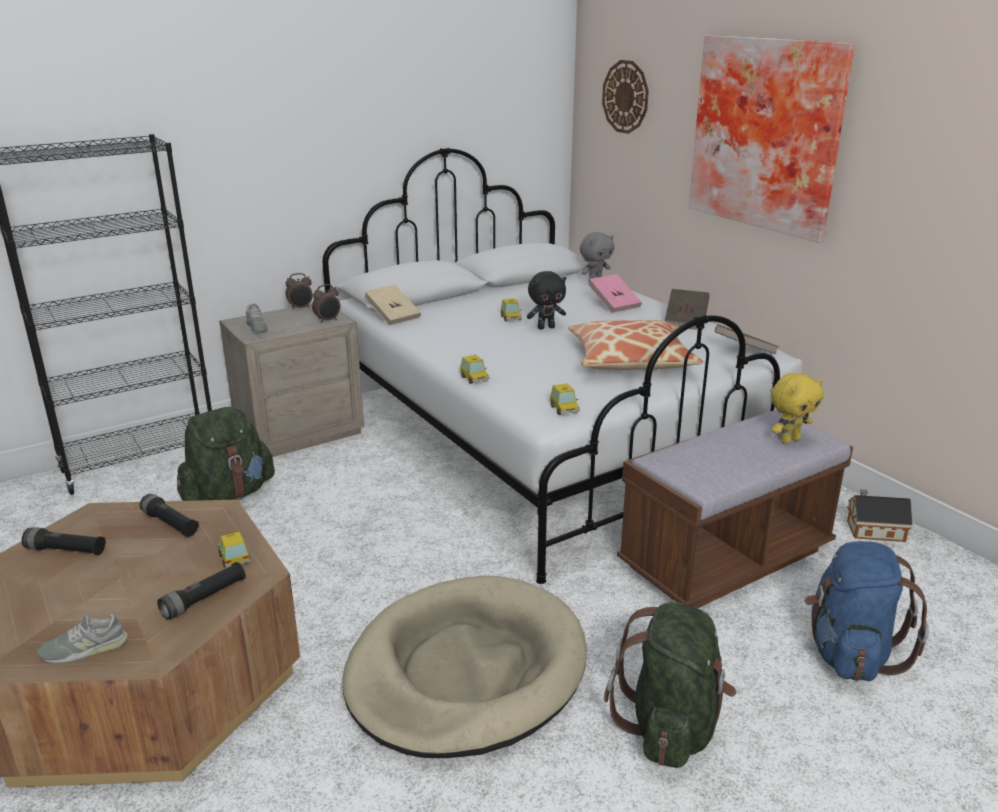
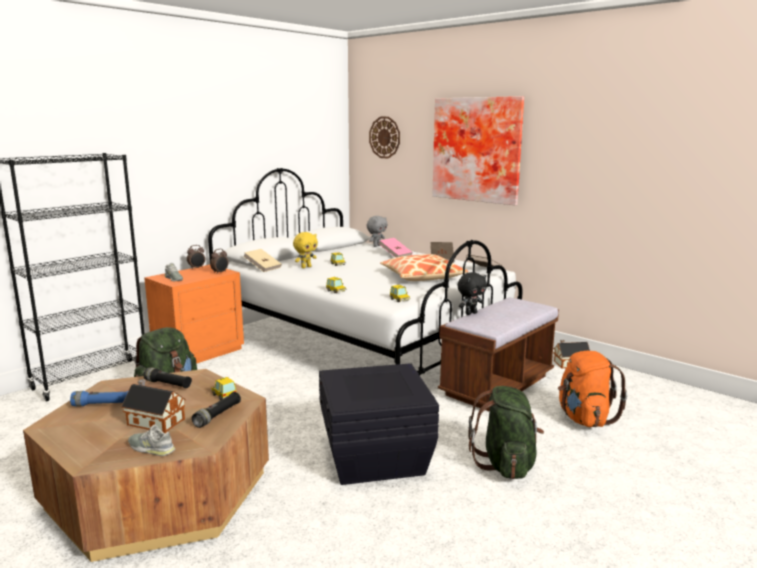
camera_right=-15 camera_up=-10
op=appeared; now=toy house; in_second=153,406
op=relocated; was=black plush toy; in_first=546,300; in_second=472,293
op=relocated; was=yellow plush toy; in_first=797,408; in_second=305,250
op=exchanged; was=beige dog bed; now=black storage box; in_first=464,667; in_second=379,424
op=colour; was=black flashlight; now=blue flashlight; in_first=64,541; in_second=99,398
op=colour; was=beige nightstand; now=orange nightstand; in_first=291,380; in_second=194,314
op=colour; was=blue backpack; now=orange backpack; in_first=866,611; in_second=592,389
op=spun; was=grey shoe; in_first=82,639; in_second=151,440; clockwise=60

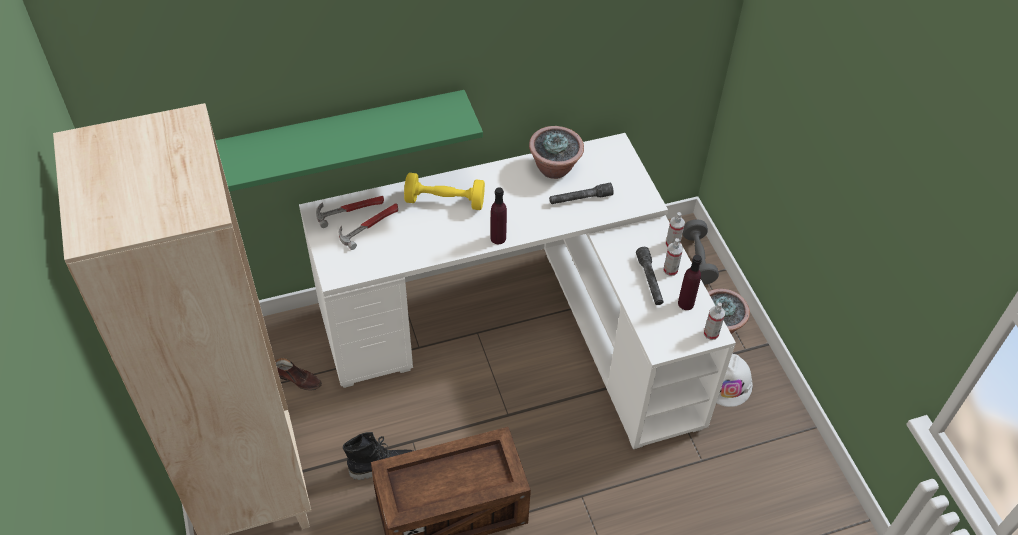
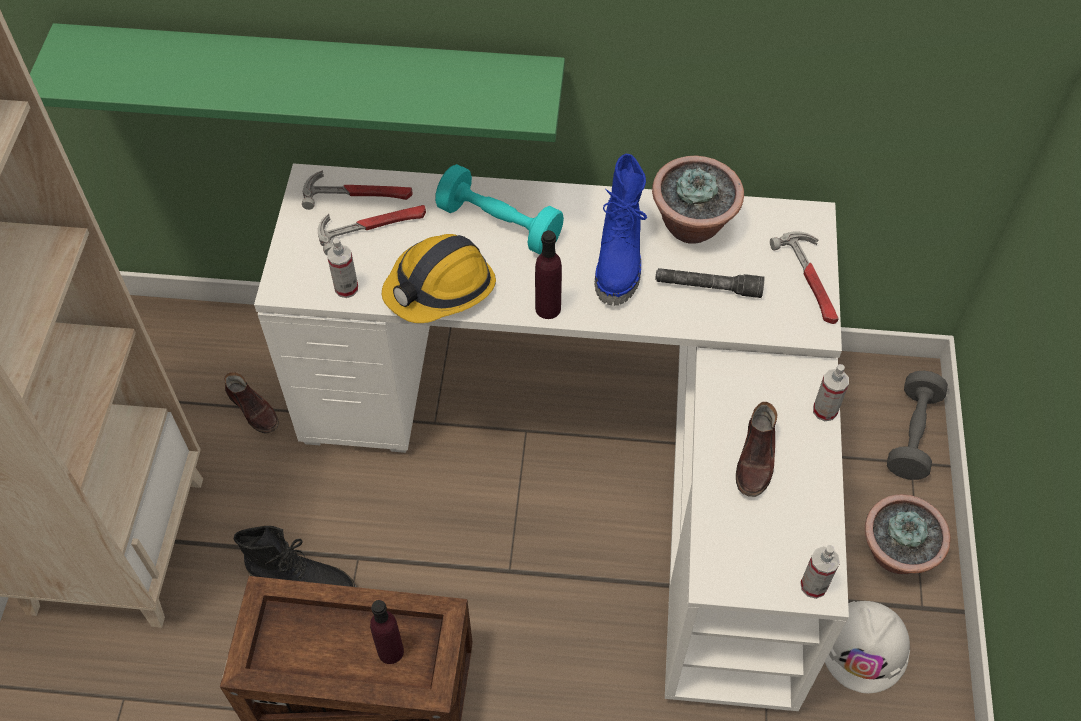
camera_right=25 camera_up=5
op=appeared; now=hard hat; in_second=439,278
op=appeared; now=blue boot; in_second=621,230
op=appeared; now=hammer; in_second=804,277
op=relocated; was=spray bottle; in_first=673,257; in_second=342,268
op=relocated; was=purple bottle; in_first=690,282; in_second=387,632
op=exchanged; was=grey flashlight; now=brown shoe; in_first=650,276; in_second=756,449
op=colour; was=yellow dumbbell; now=turquoise dumbbell; in_first=444,191; in_second=499,209

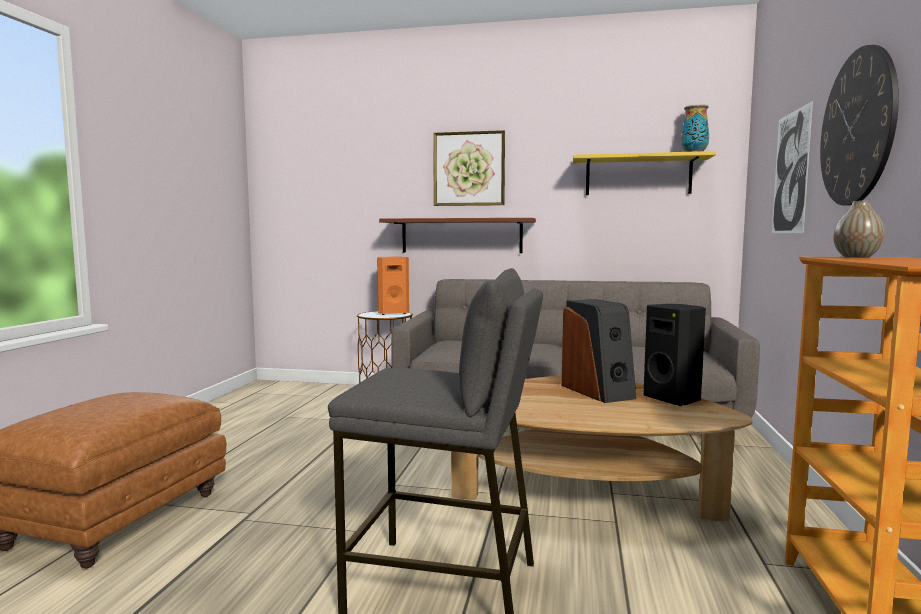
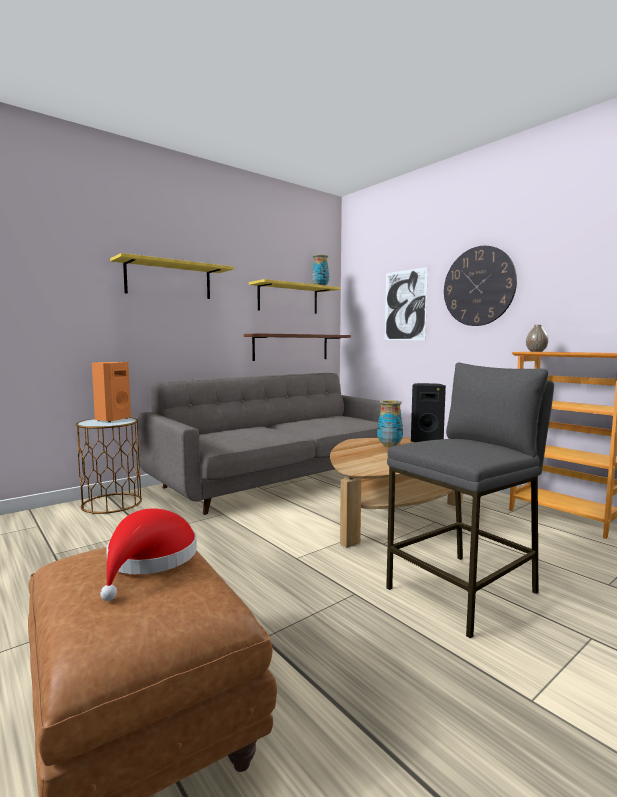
camera_right=-50 camera_up=0
op=appeared; now=red hat; in_second=148,554
op=relocated; was=brown shelf; in_first=457,235; in_second=297,347
op=exchanged; was=picture; now=yellow shelf; in_first=469,168; in_second=172,276
op=exchanged; was=speaker; now=vase; in_first=598,351; in_second=390,423

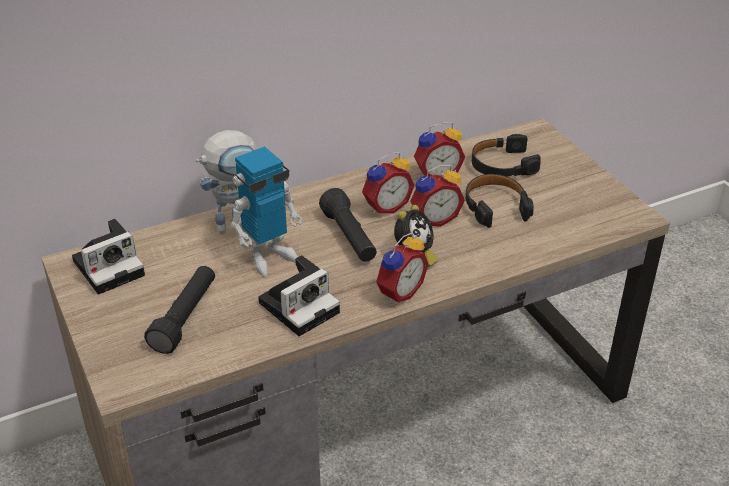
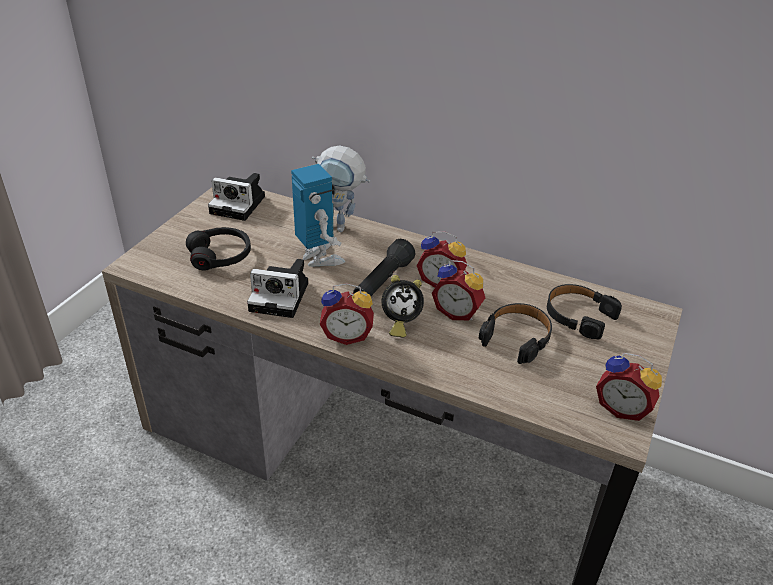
camera_right=50 camera_up=0
op=relocated; was=alarm clock; in_first=439,149; in_second=629,387
op=exchanged; was=black flashlight; now=black headphones; in_first=179,310; in_second=218,249
op=spun; was=toy robot; in_first=266,211; in_second=318,215; clockwise=-135

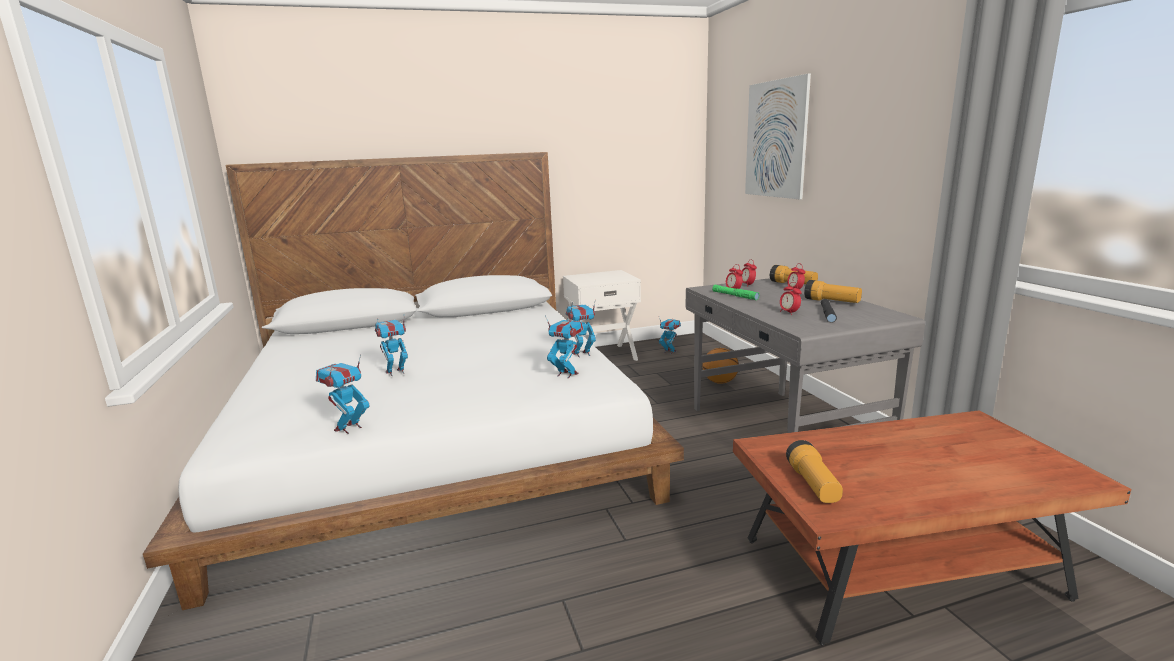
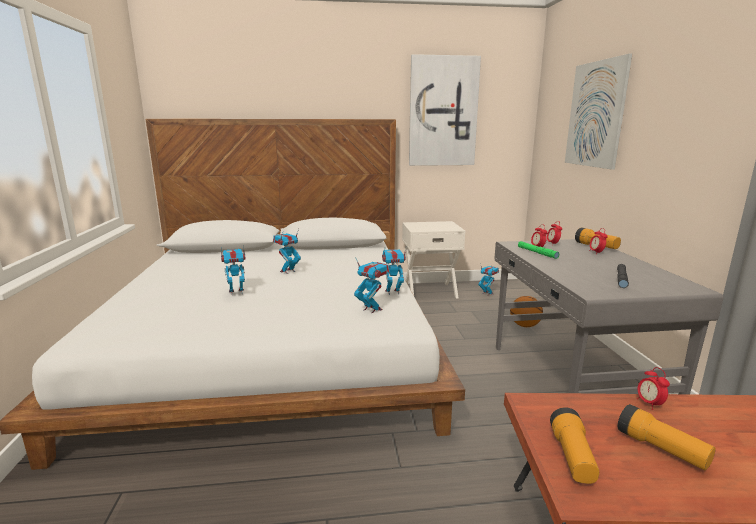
camera_right=10 camera_up=0
op=appeared; now=picture; in_second=445,110
op=relocated; was=toy robot; in_first=343,394; in_second=287,251
op=relocated; was=alarm clock; in_first=791,298; in_second=653,388
op=relocated; was=flashlight; in_first=833,291; in_second=667,437

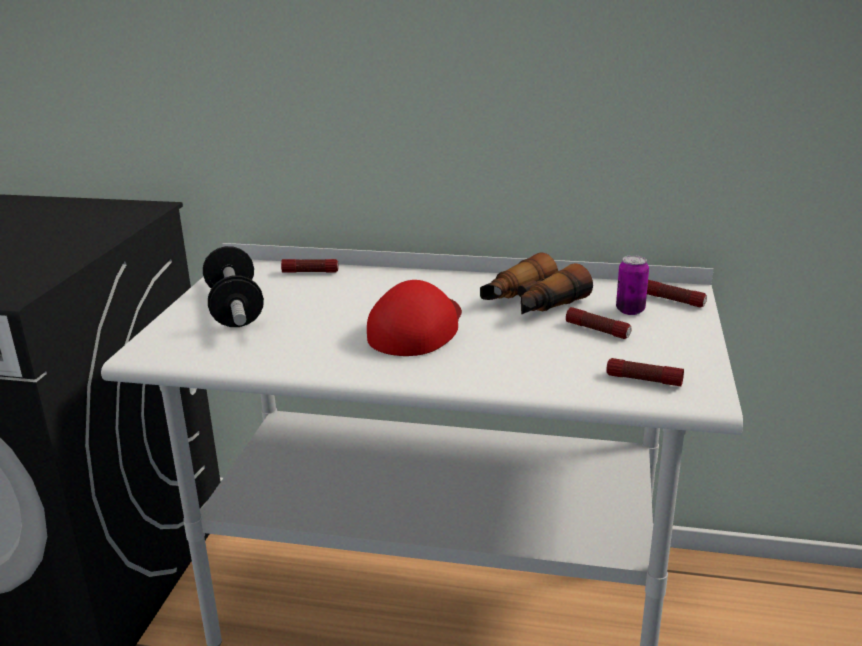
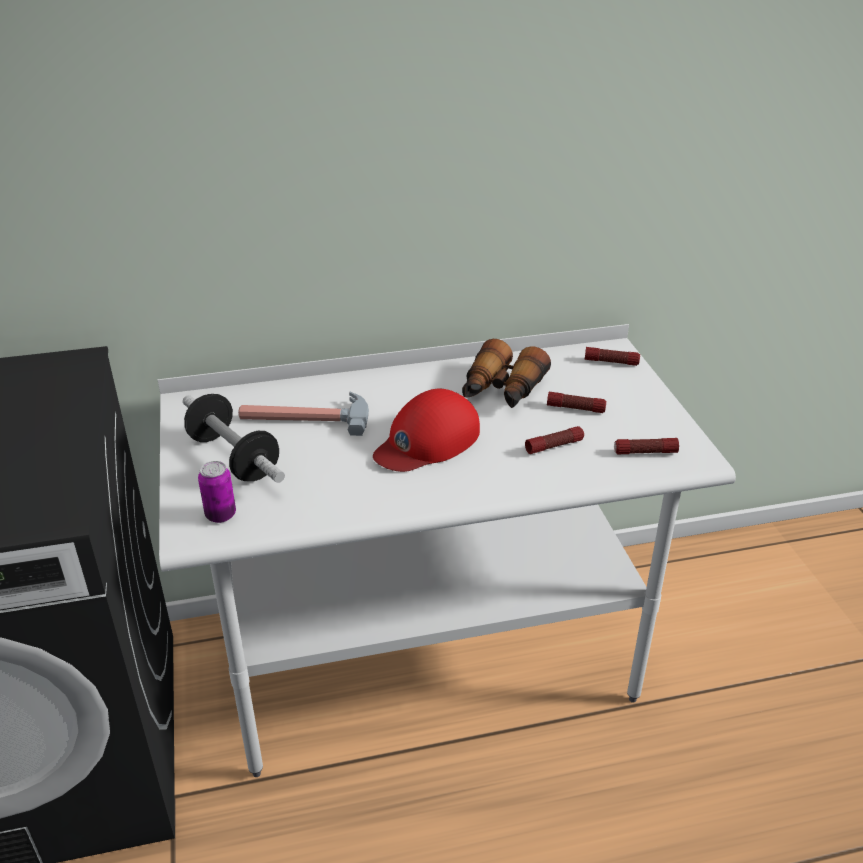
camera_right=-25 camera_up=10
op=appeared; now=hammer; in_second=303,414
op=relocated; was=flashlight; in_first=309,266; in_second=554,440
op=relocated; was=can; in_first=632,285; in_second=217,492
op=spun; was=red cap; in_first=414,318; in_second=426,430; clockwise=-135

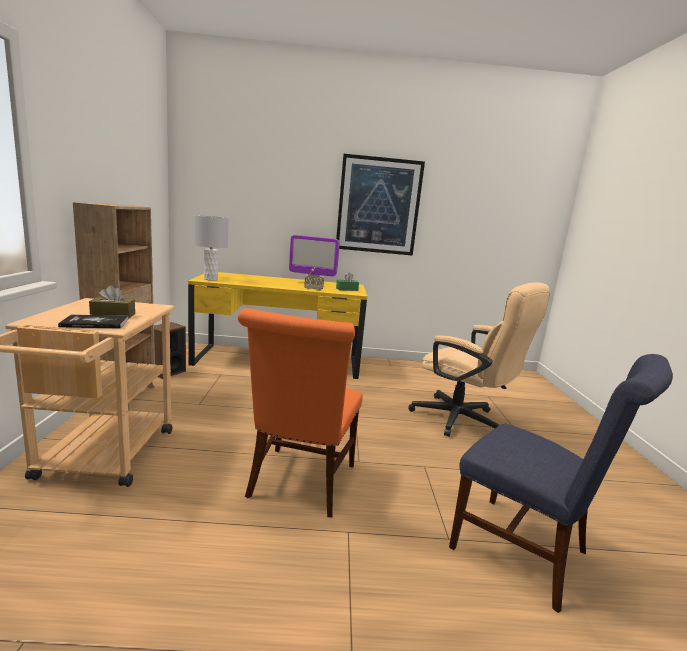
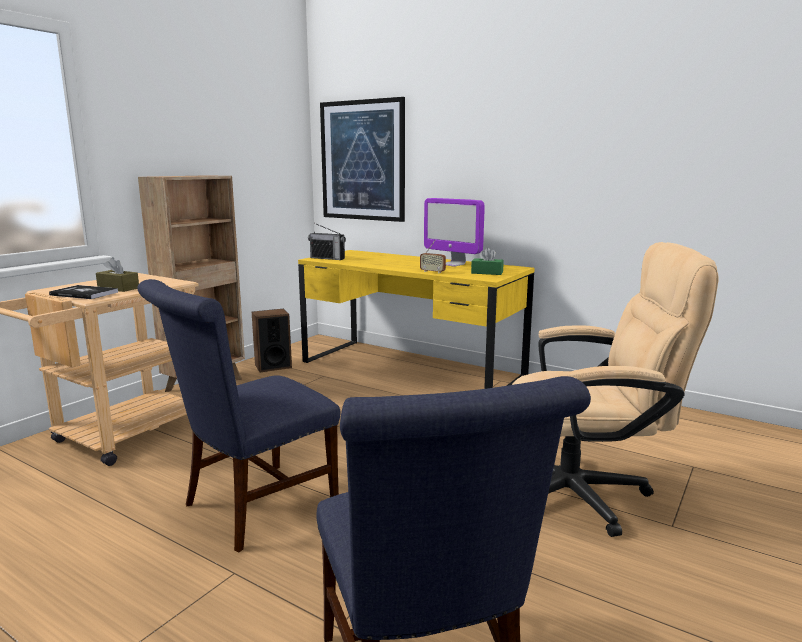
camera_right=35 camera_up=0
op=relocated; was=picture; in_first=380,205; in_second=362,159
op=exchanged; was=grey table lamp; now=radio; in_first=211,248; in_second=327,241
op=colour; was=orange chair; now=blue chair; in_first=300,412; in_second=239,415
op=spun; was=beige office chair; in_first=479,359; in_second=615,389; clockwise=-75

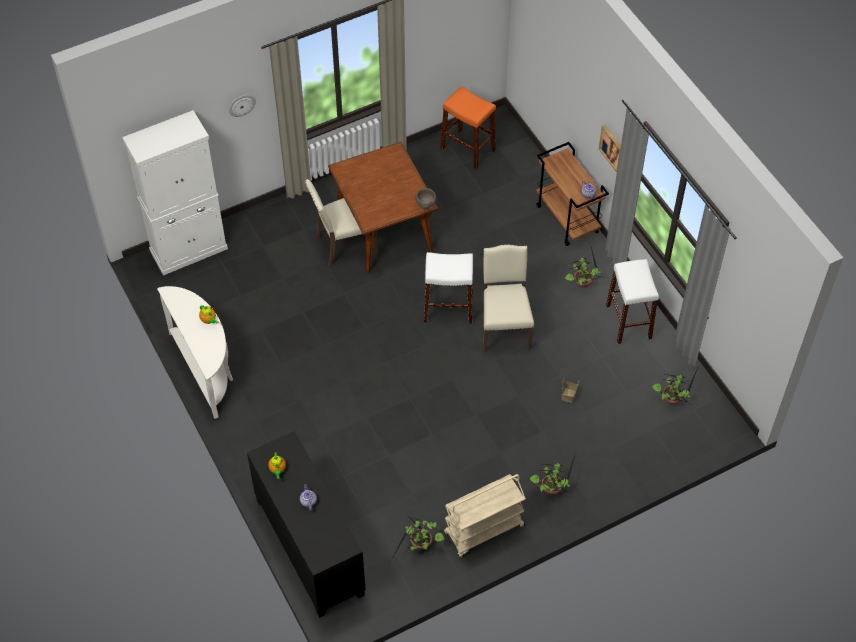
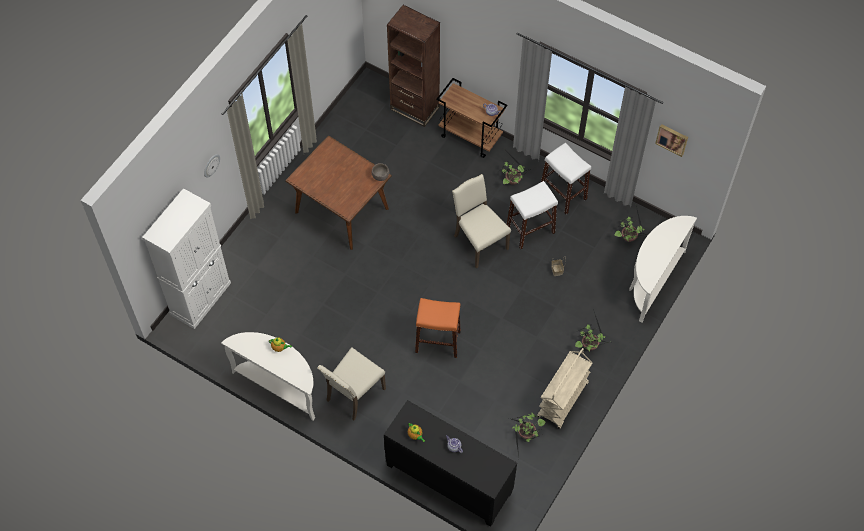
camera_right=-30 camera_up=5
op=appeared; now=brown bookcase; in_second=413,66
op=appeared; now=white console table; in_second=663,269
op=relocated; was=beige chair; in_first=341,222; in_second=351,384
op=relocated; was=white stool; in_first=448,288; in_second=532,215
op=relocated; was=orange stool; in_first=468,127; in_second=438,328
op=relocated; was=picture; in_first=610,148; in_second=671,140

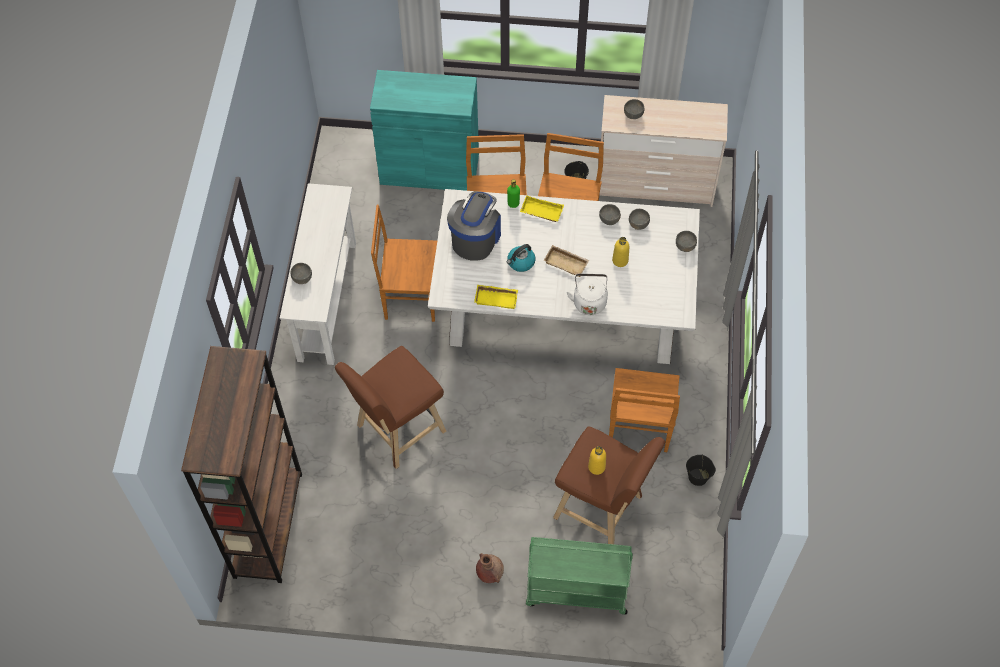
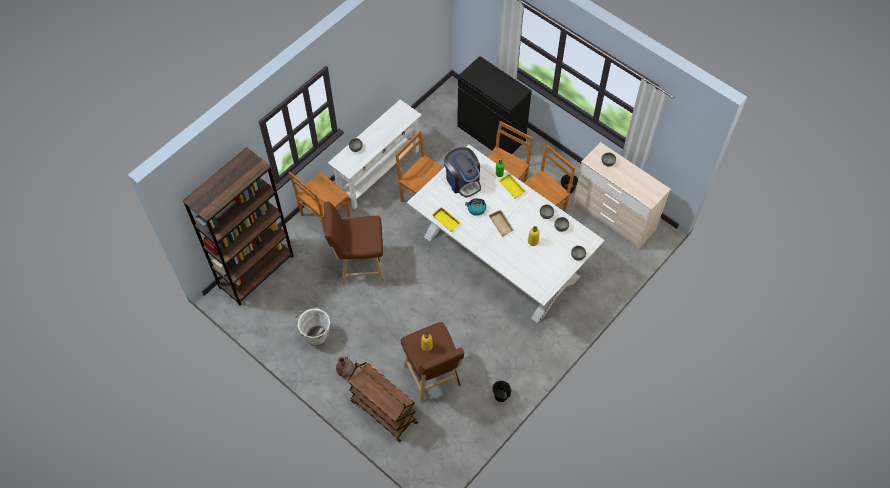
camera_right=35 camera_up=0
op=missing; was=white kettle; in_first=587,294
op=appeared; now=white bucket; in_second=312,326
op=relocated; was=brown chair; in_first=644,410; in_second=319,203
op=colour; was=turquoise cabinet; now=black cabinet; in_first=424,130; in_second=494,105
op=colour; was=green cart; now=brown cart; in_first=579,576; in_second=382,402
op=spun; was=coffee machine; in_first=474,226; in_second=462,172; clockwise=90

